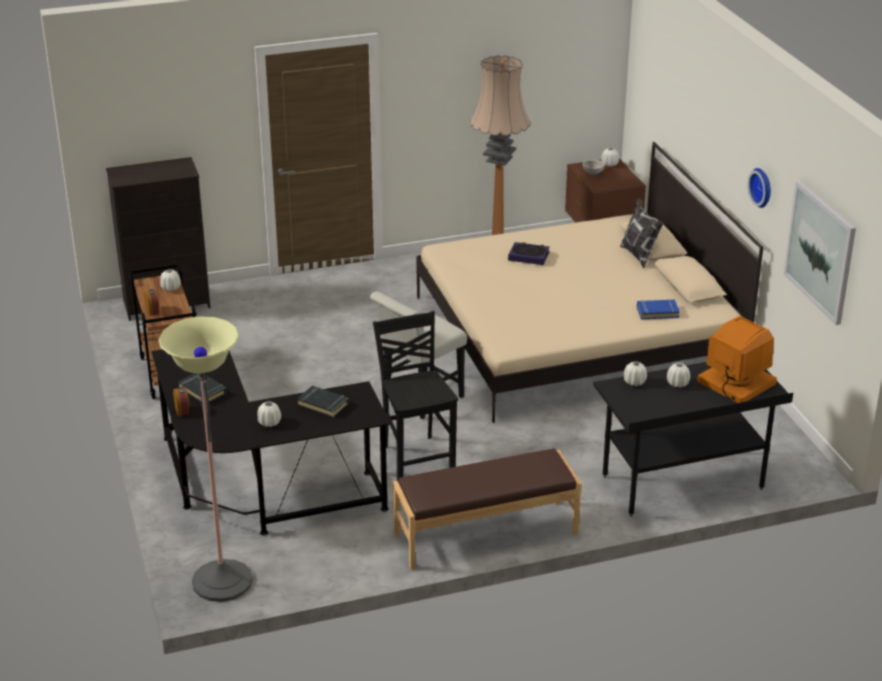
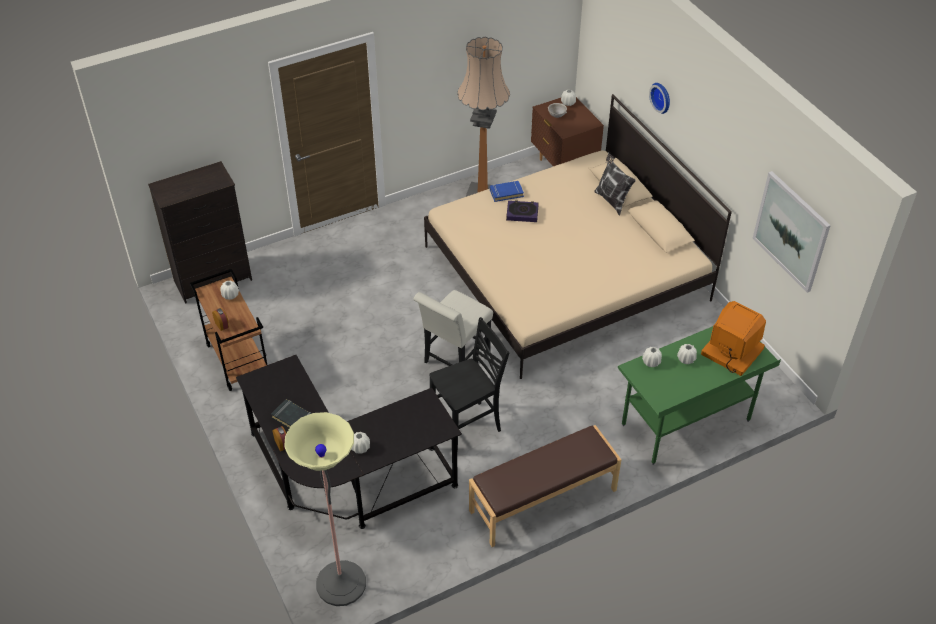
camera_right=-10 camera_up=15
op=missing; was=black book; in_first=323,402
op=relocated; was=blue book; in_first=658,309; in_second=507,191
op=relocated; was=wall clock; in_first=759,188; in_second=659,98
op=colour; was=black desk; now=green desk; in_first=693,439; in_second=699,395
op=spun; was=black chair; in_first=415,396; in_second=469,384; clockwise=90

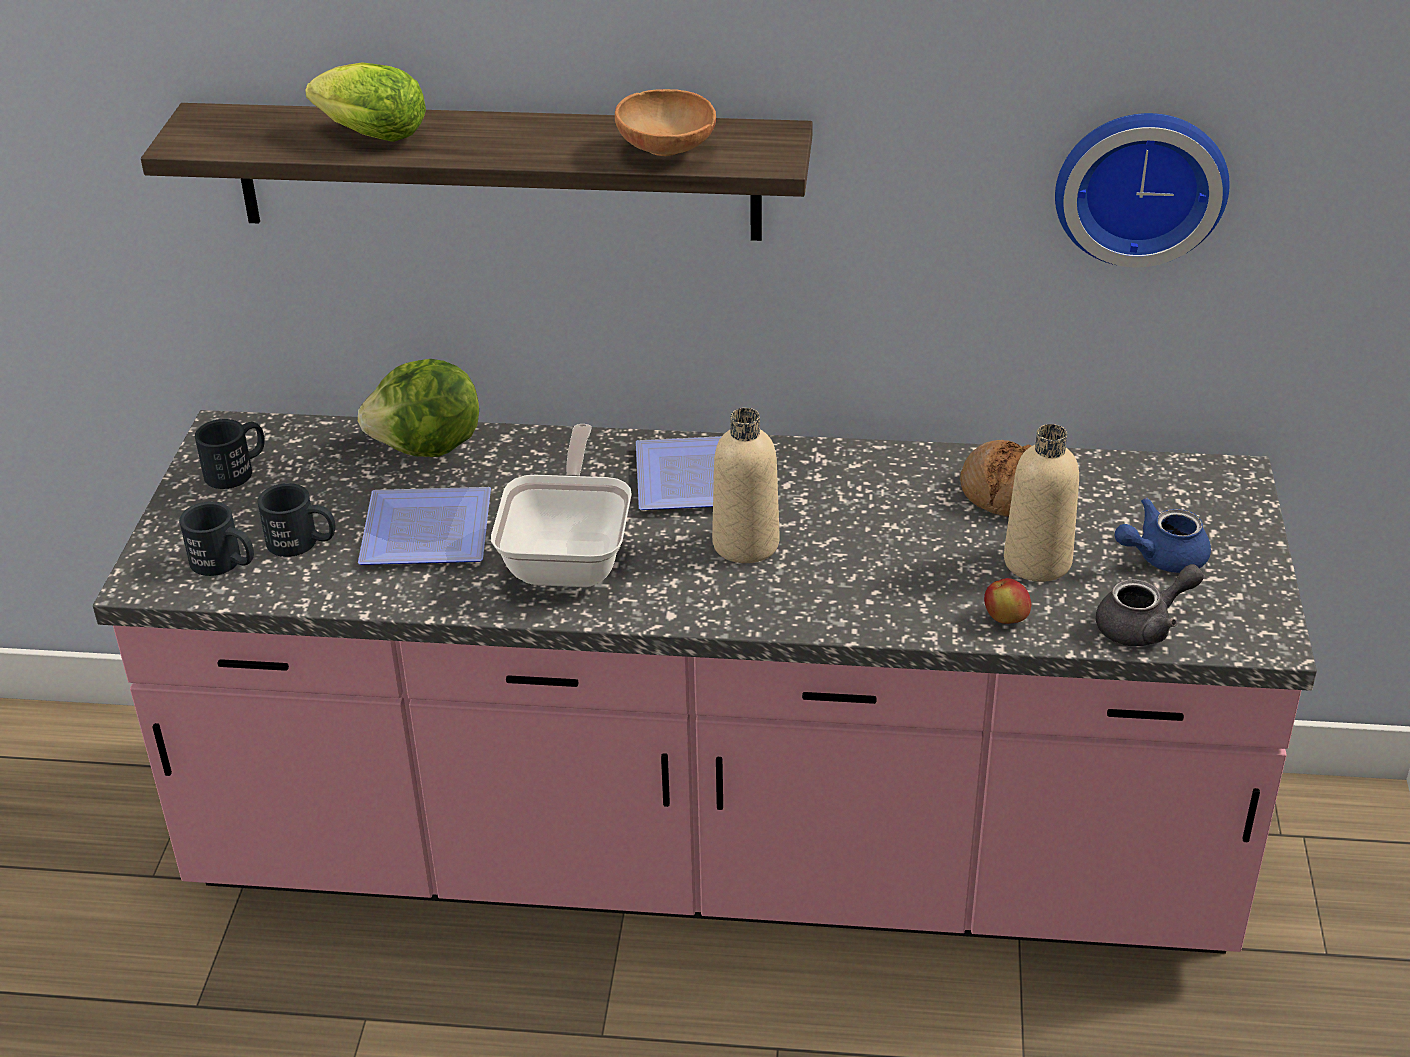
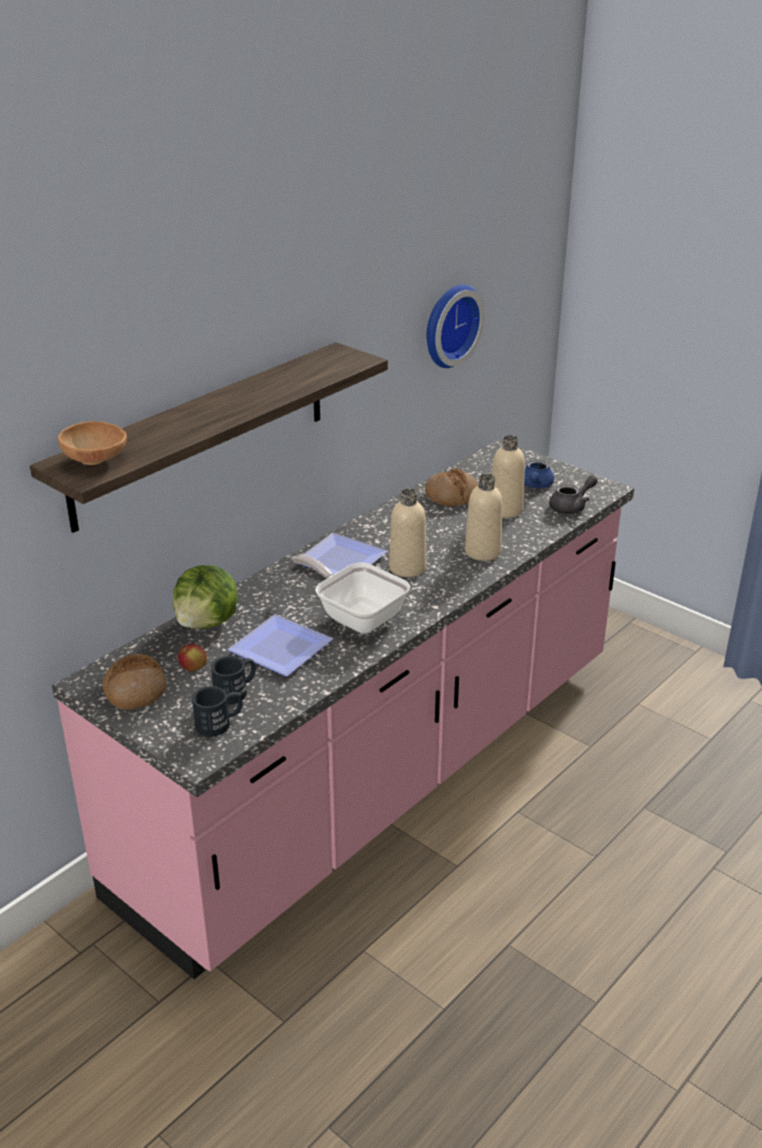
camera_right=-55 camera_up=-5
op=missing; was=lettuce; in_first=365,102
op=appeared; now=beige bottle; in_second=484,517
op=relocated; was=brown bowl; in_first=665,122; in_second=92,443
op=relocated; was=apple; in_first=1007,601; in_second=192,657
op=exchanged; was=black mug; now=bread; in_first=230,454; in_second=134,682
op=spun; was=grey teapot; in_first=1150,605; in_second=573,494; clockwise=45

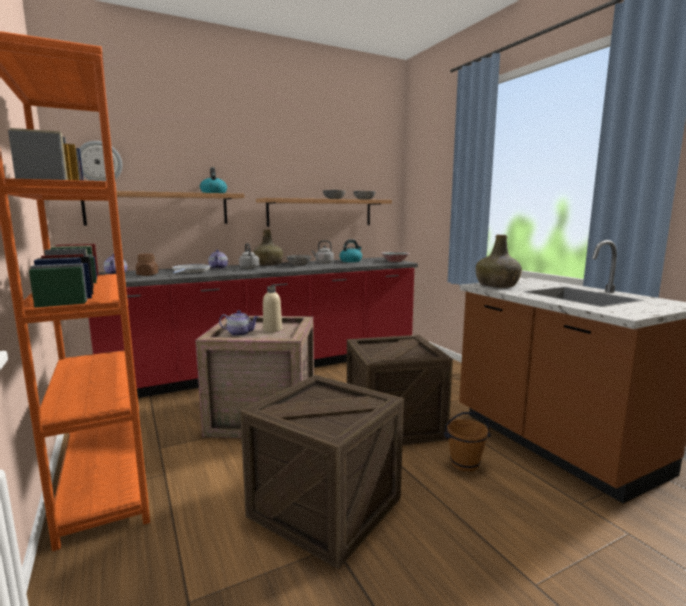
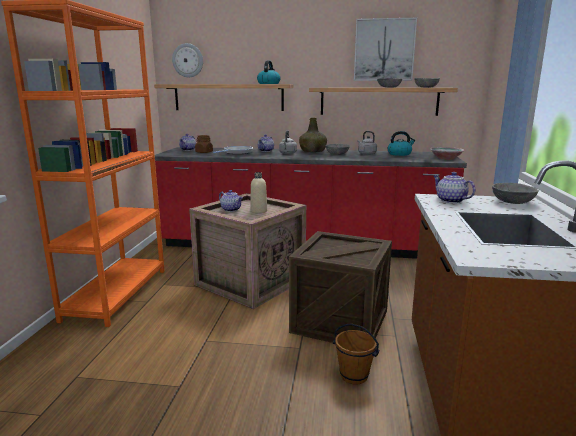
camera_right=35 camera_up=5
op=missing; was=crate; in_first=322,472
op=appeared; now=picture; in_second=385,49
op=appeared; now=grey bowl; in_second=515,193
op=exchanged; was=green bottle; now=teapot; in_first=499,261; in_second=454,187

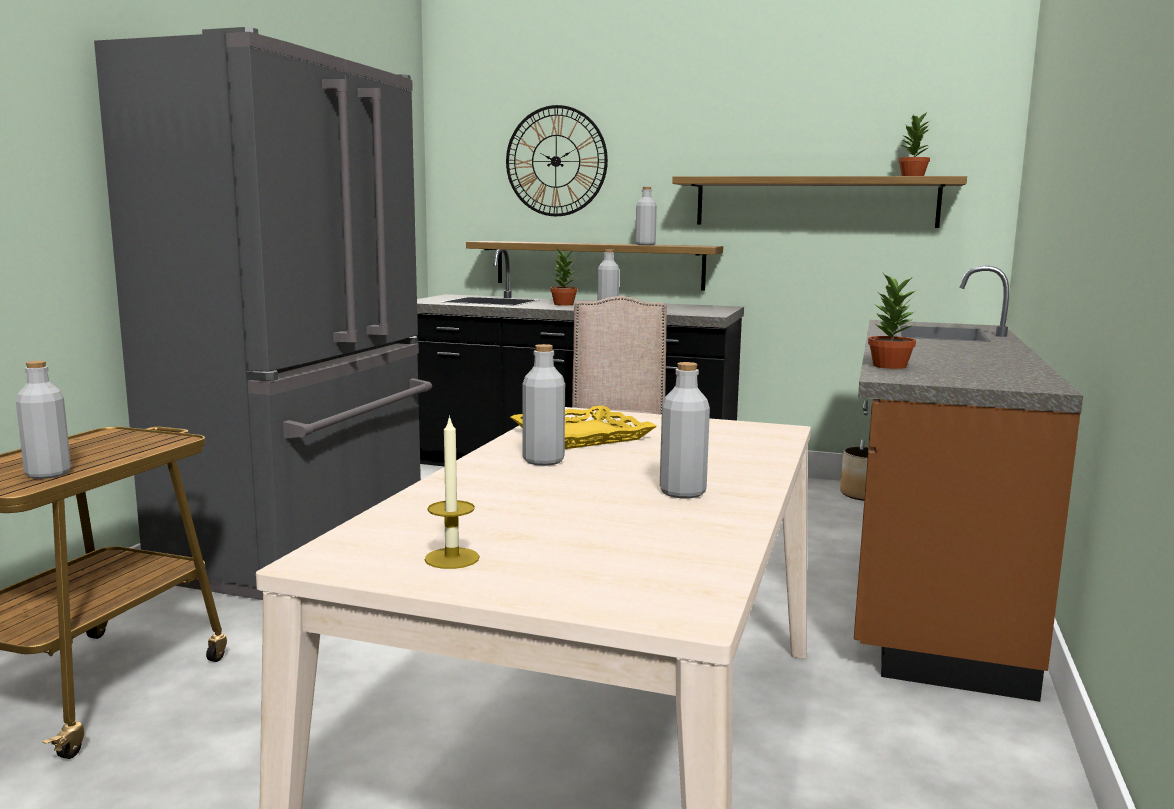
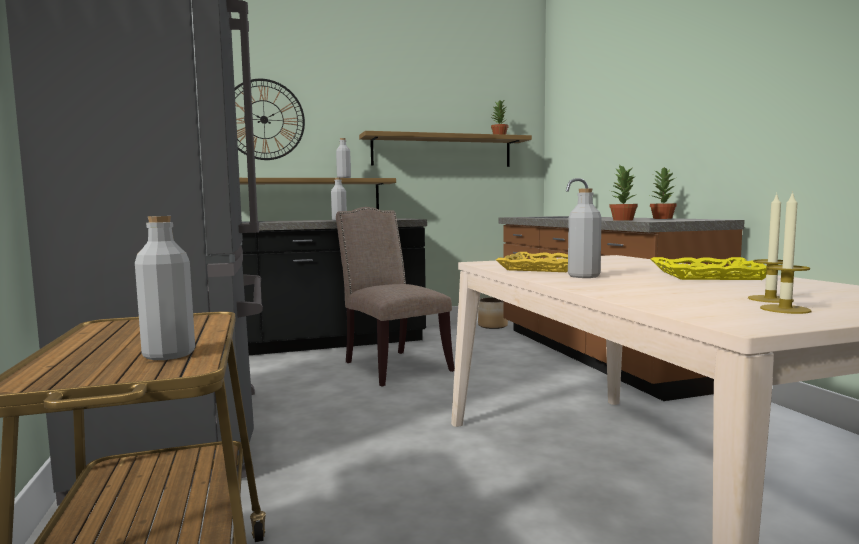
camera_right=-35 camera_up=-5
op=appeared; now=candle; in_second=771,248
op=relocated; was=potted plant; in_first=564,277; in_second=663,193
op=exchanged; was=grey bottle; now=yellow tray; in_first=685,430; in_second=709,268

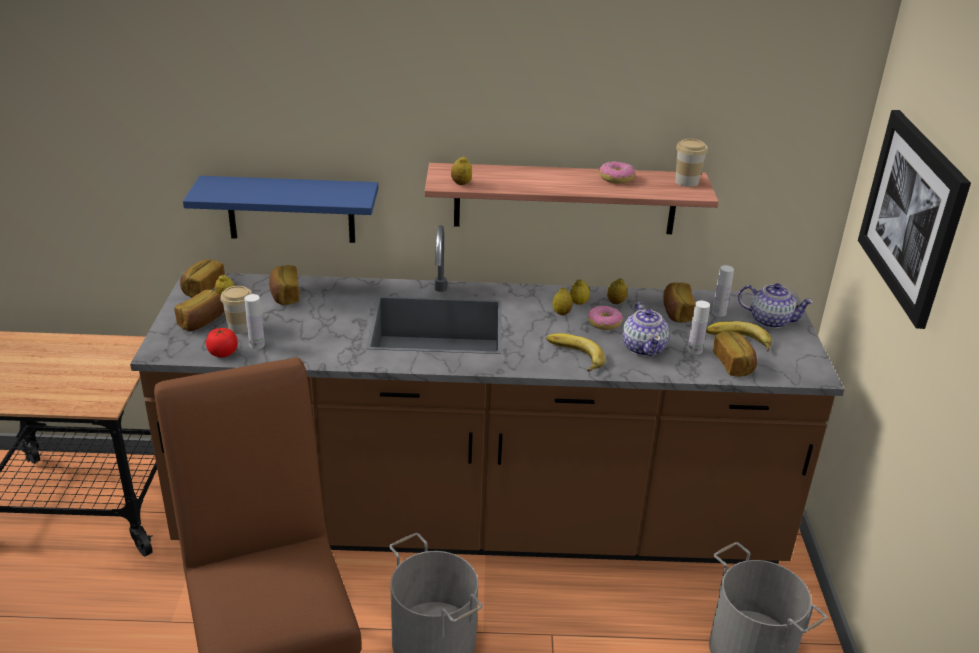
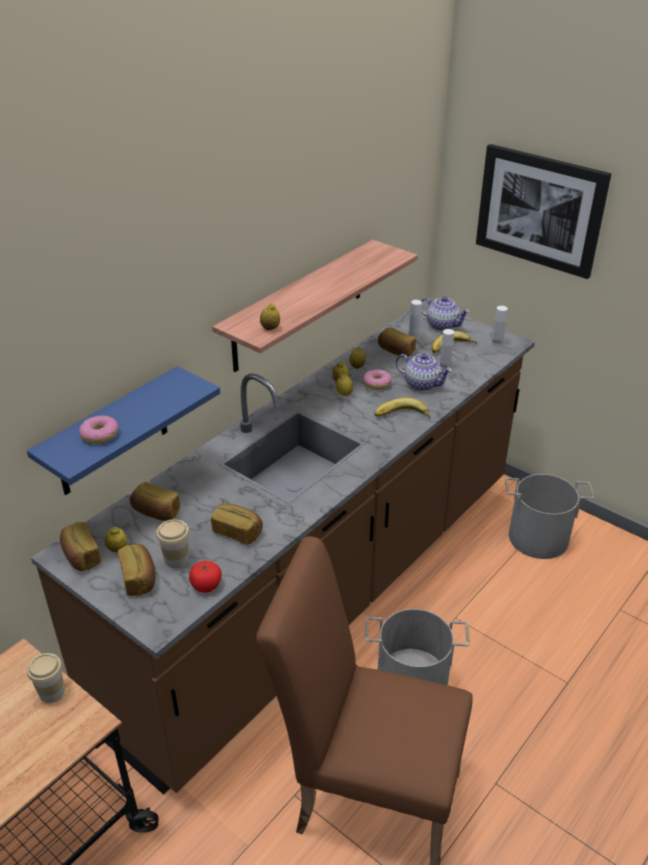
camera_right=-50 camera_up=5
op=relocated; was=white bottle; in_first=254,321; in_second=500,326
op=relocated; was=donut; in_first=617,172; in_second=98,429
op=relocated; was=cup; in_first=691,163; in_second=46,678
op=relocated; was=bread; in_first=735,354; in_second=237,524
op=spun; was=teapot; in_first=776,306; in_second=445,314; clockwise=60

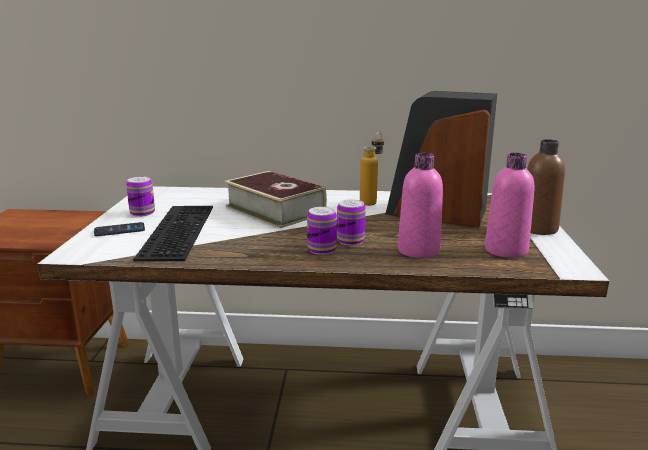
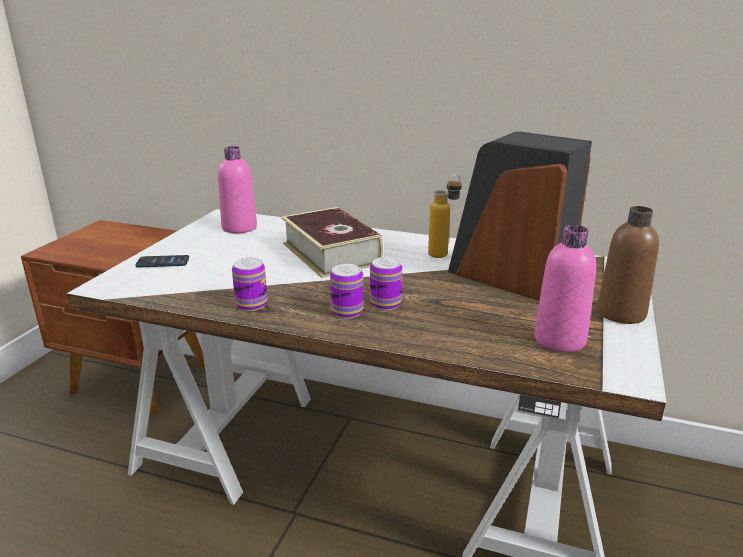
camera_right=15 camera_up=5
op=missing; was=keyboard; in_first=173,234
op=relocated; was=can; in_first=140,196; in_second=249,284
op=relocated; was=pink bottle; in_first=420,205; in_second=237,189

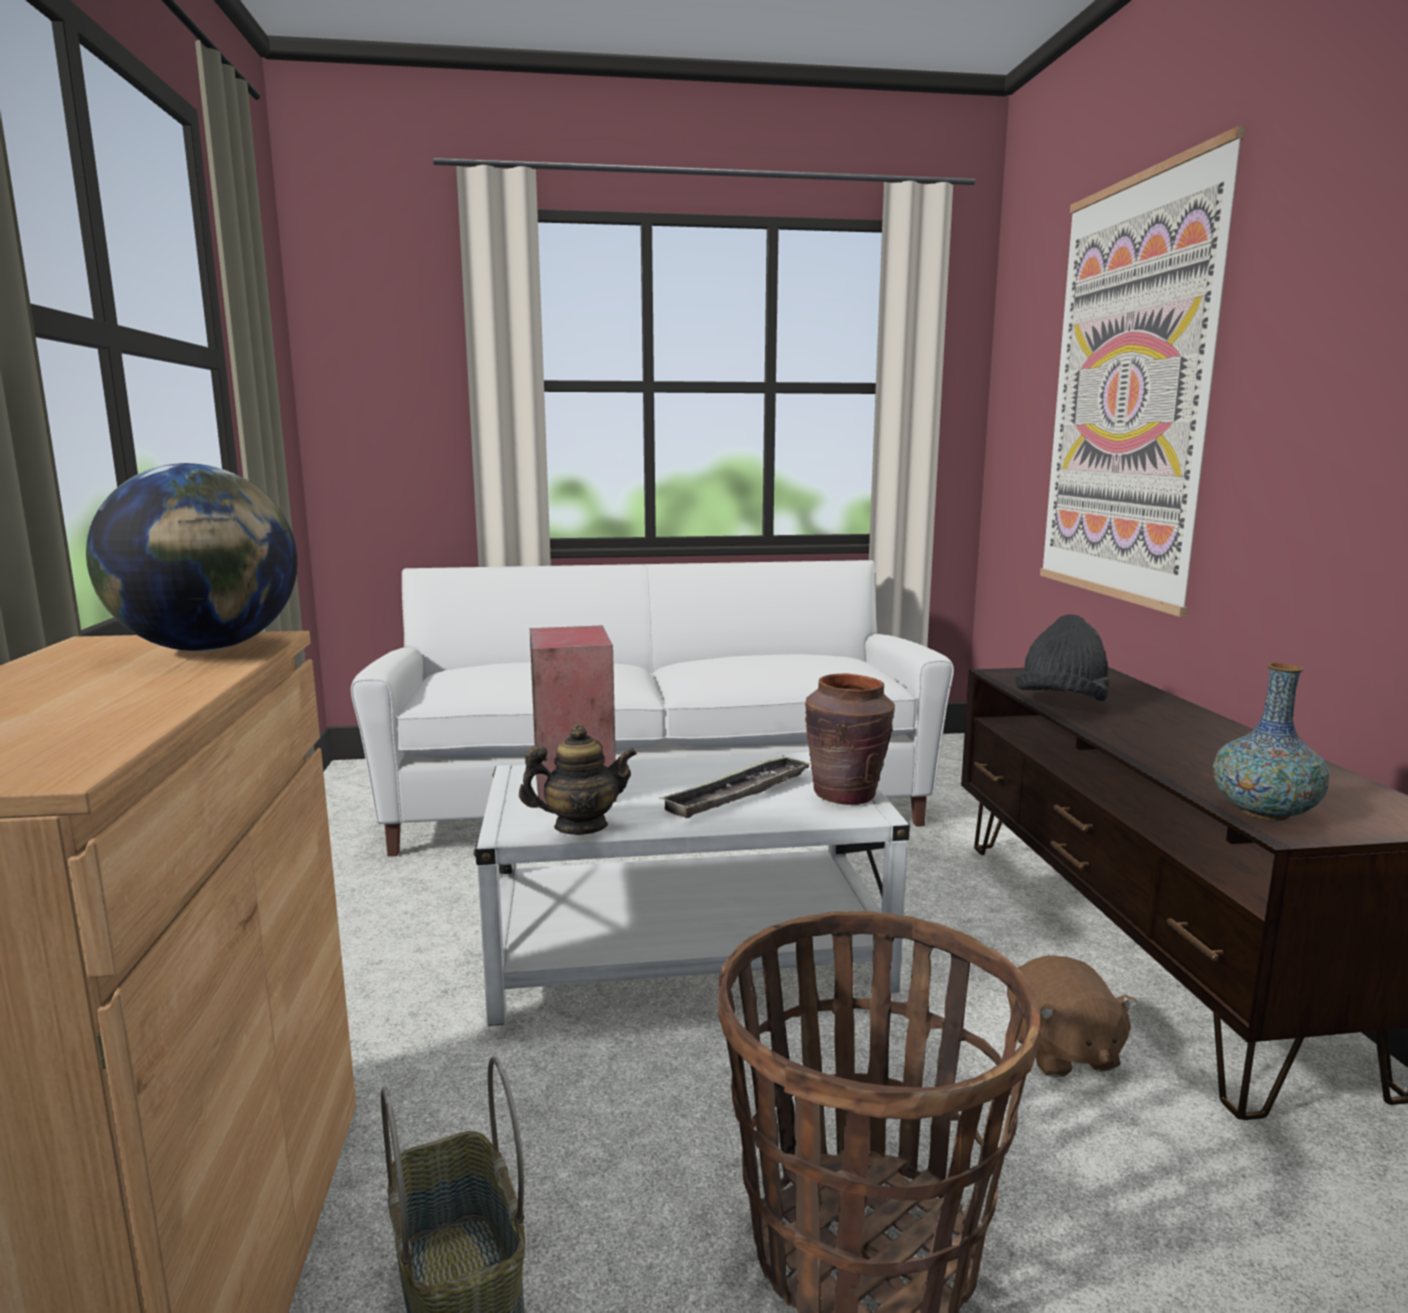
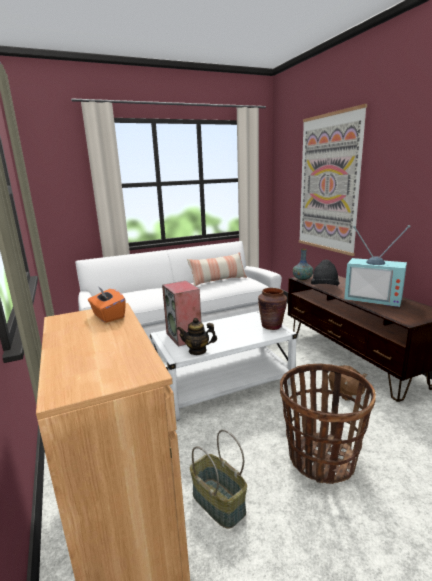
camera_right=-15 camera_up=5
op=missing; was=tray; in_first=735,786
op=appeared; now=pillow; in_second=217,269
op=appeared; now=television; in_second=377,266
op=relocated; was=vase; in_first=1271,742; in_second=303,265
op=exchanged; was=globe; now=orange tissue box; in_first=191,557; in_second=107,304
op=spun; was=teapot; in_first=578,779; in_second=197,336; clockwise=-150

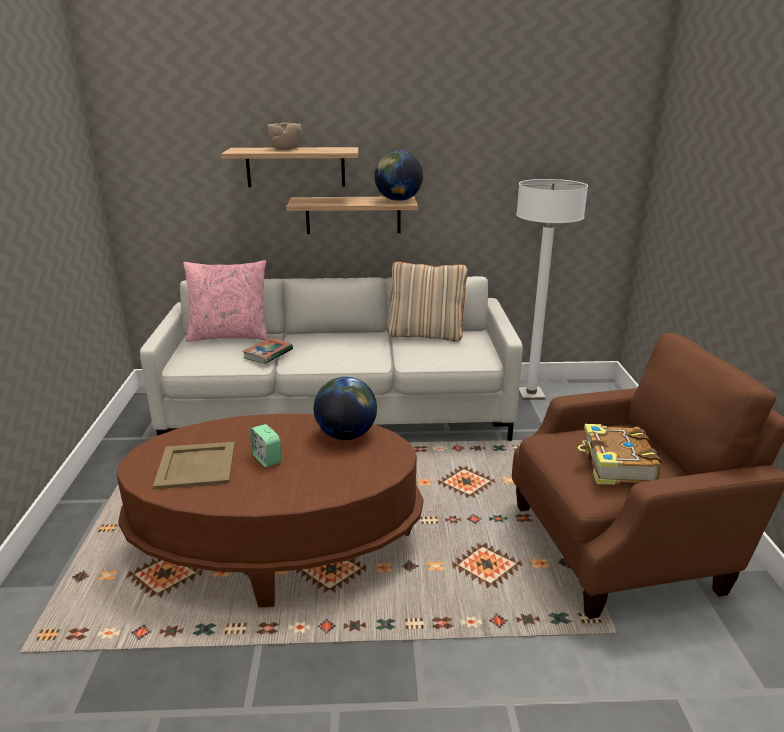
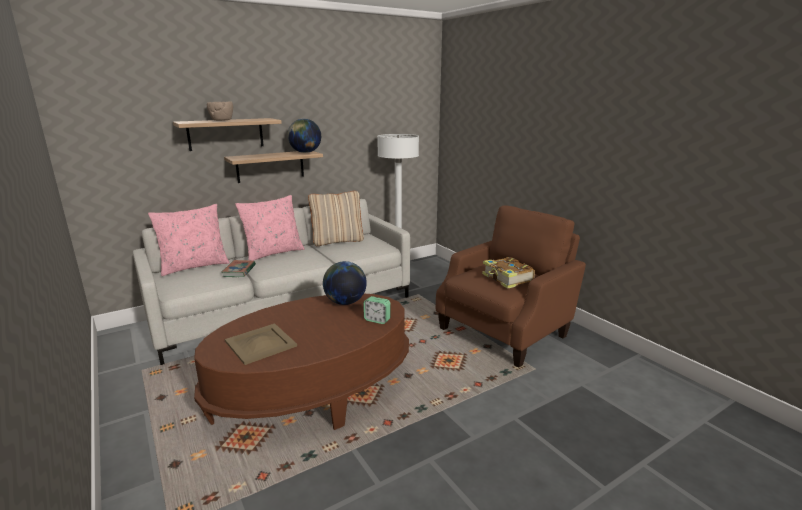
camera_right=-30 camera_up=-5
op=appeared; now=pink pillow; in_second=270,228
op=relocated; was=alarm clock; in_first=265,445; in_second=377,310

